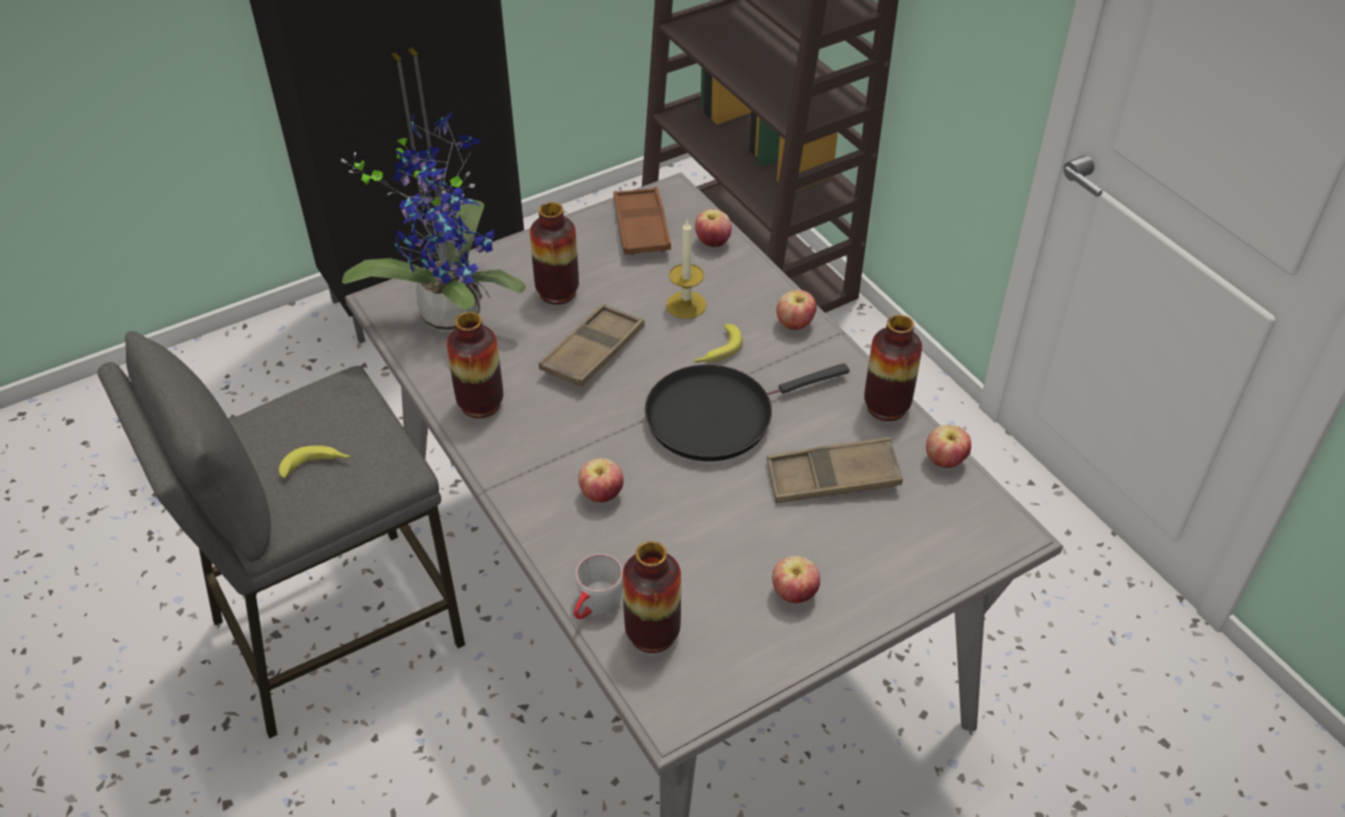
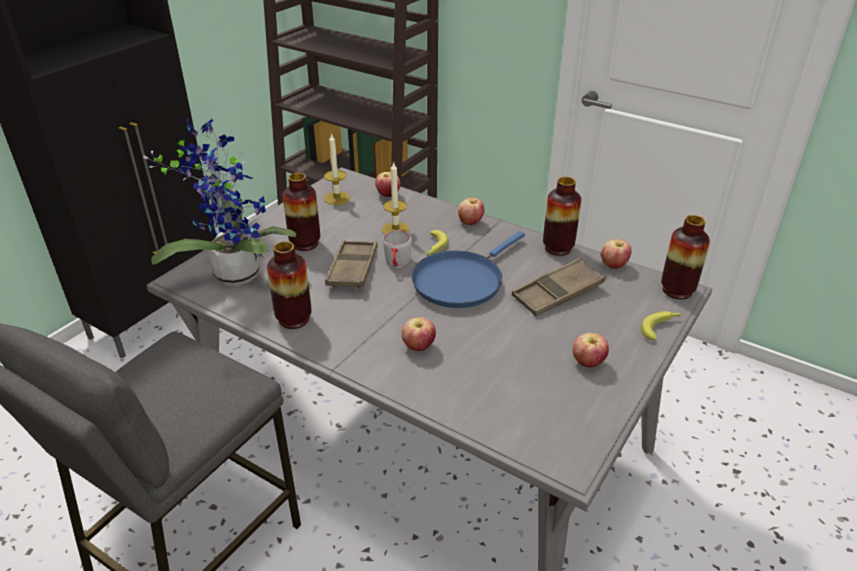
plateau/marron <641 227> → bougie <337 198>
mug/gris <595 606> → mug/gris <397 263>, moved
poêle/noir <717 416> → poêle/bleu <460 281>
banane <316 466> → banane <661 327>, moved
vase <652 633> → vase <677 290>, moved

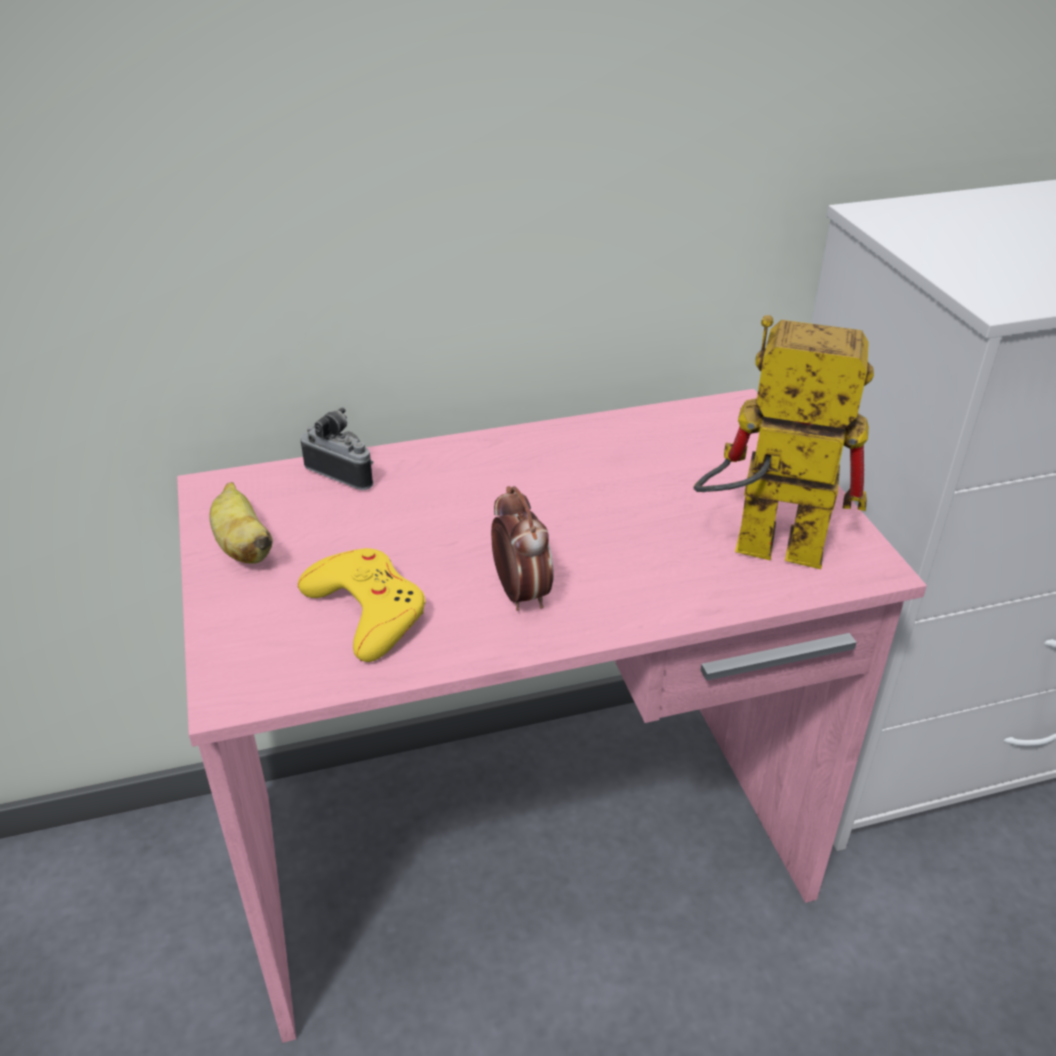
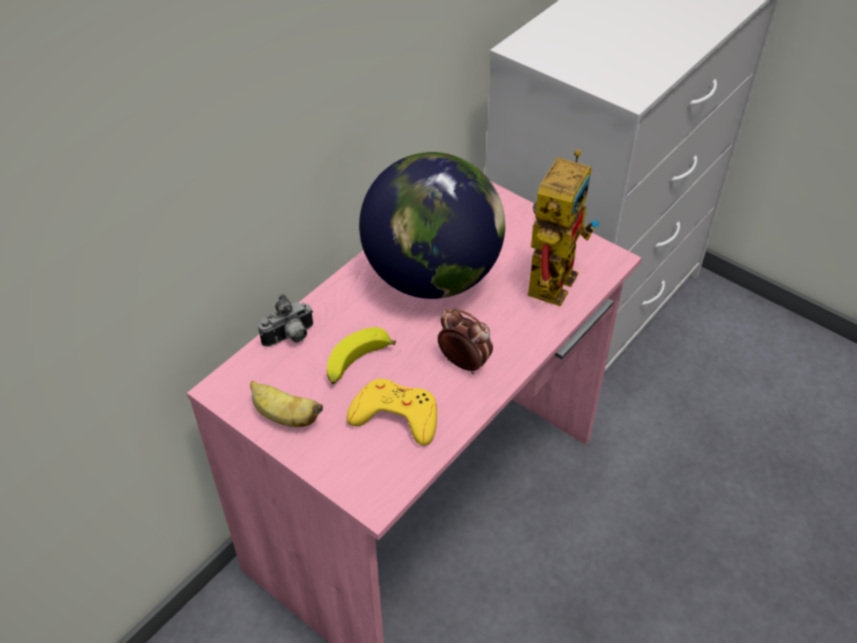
appareil photo <344 472> → appareil photo <290 338>, 150 degrees clockwise
- → banane <357 363>
- → globe <433 276>
robot jouet <757 546> → robot jouet <551 274>, 135 degrees clockwise

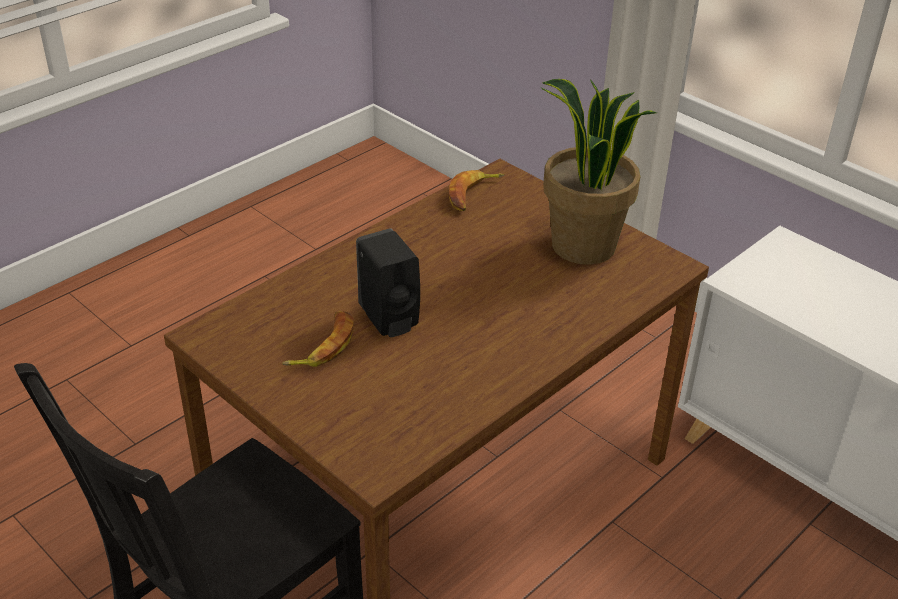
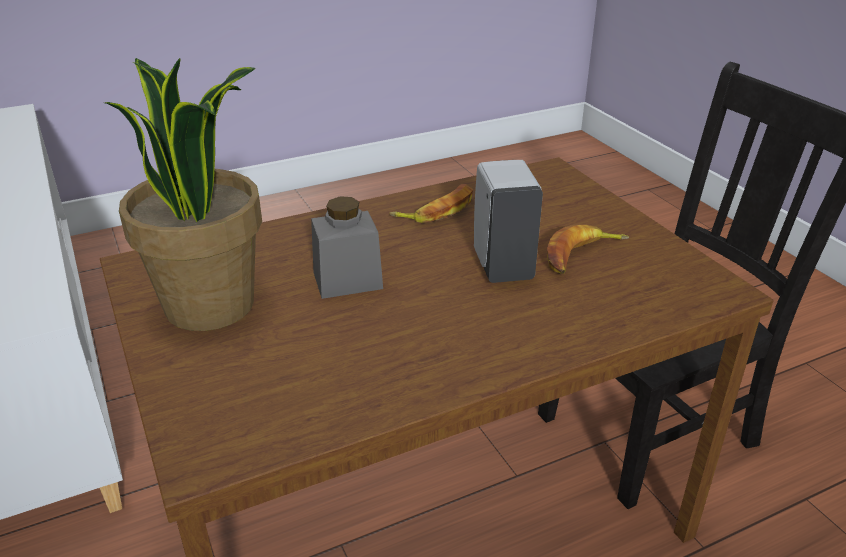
- → bocal/gris <347 280>
banane <473 194> → banane <437 210>, moved
distributeur de savon/noir <389 321> → distributeur de savon/blanc <502 266>

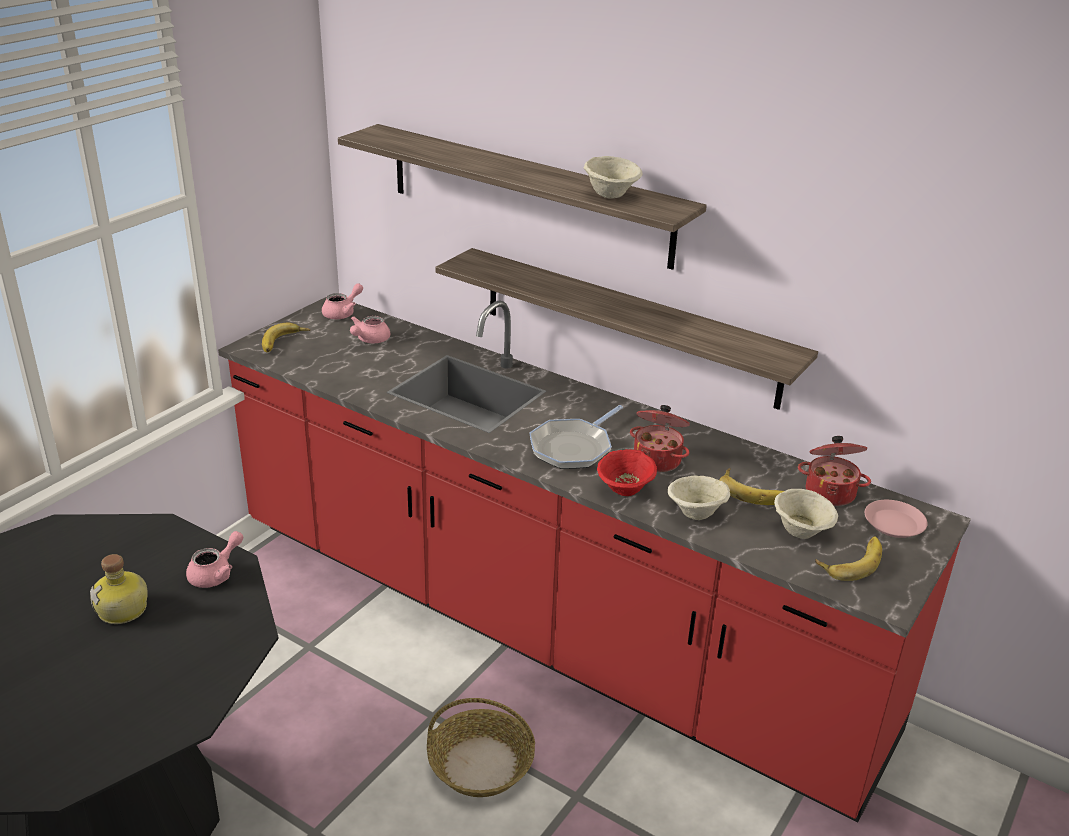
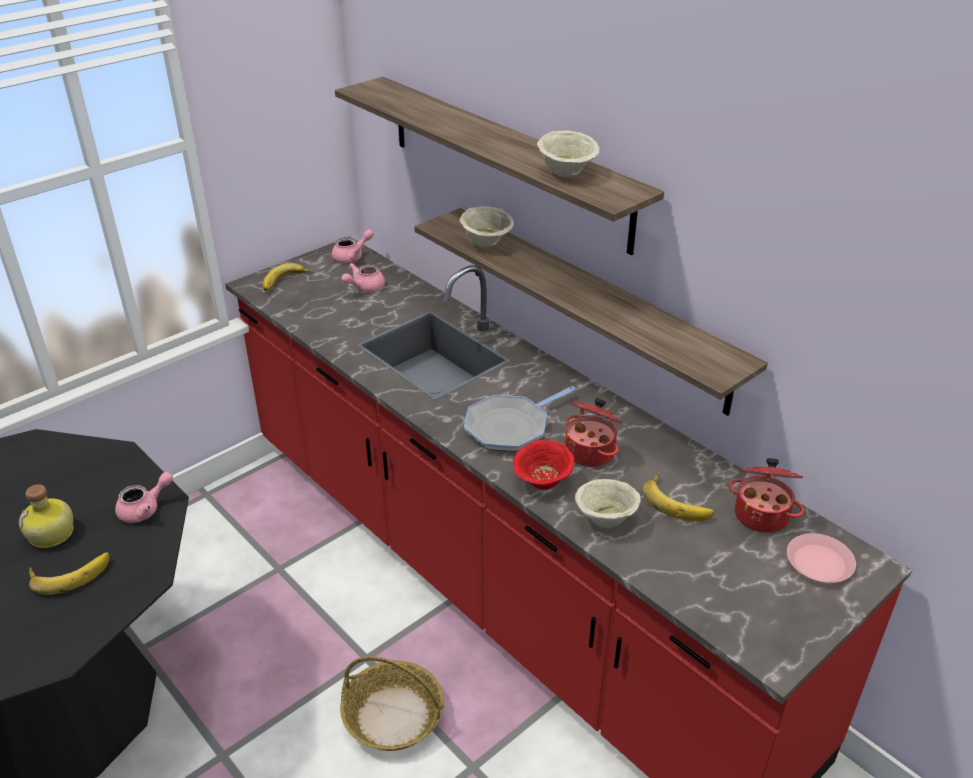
banane <850 560> → banane <70 573>, moved
bol/beige <801 531> → bol/beige <486 242>, moved

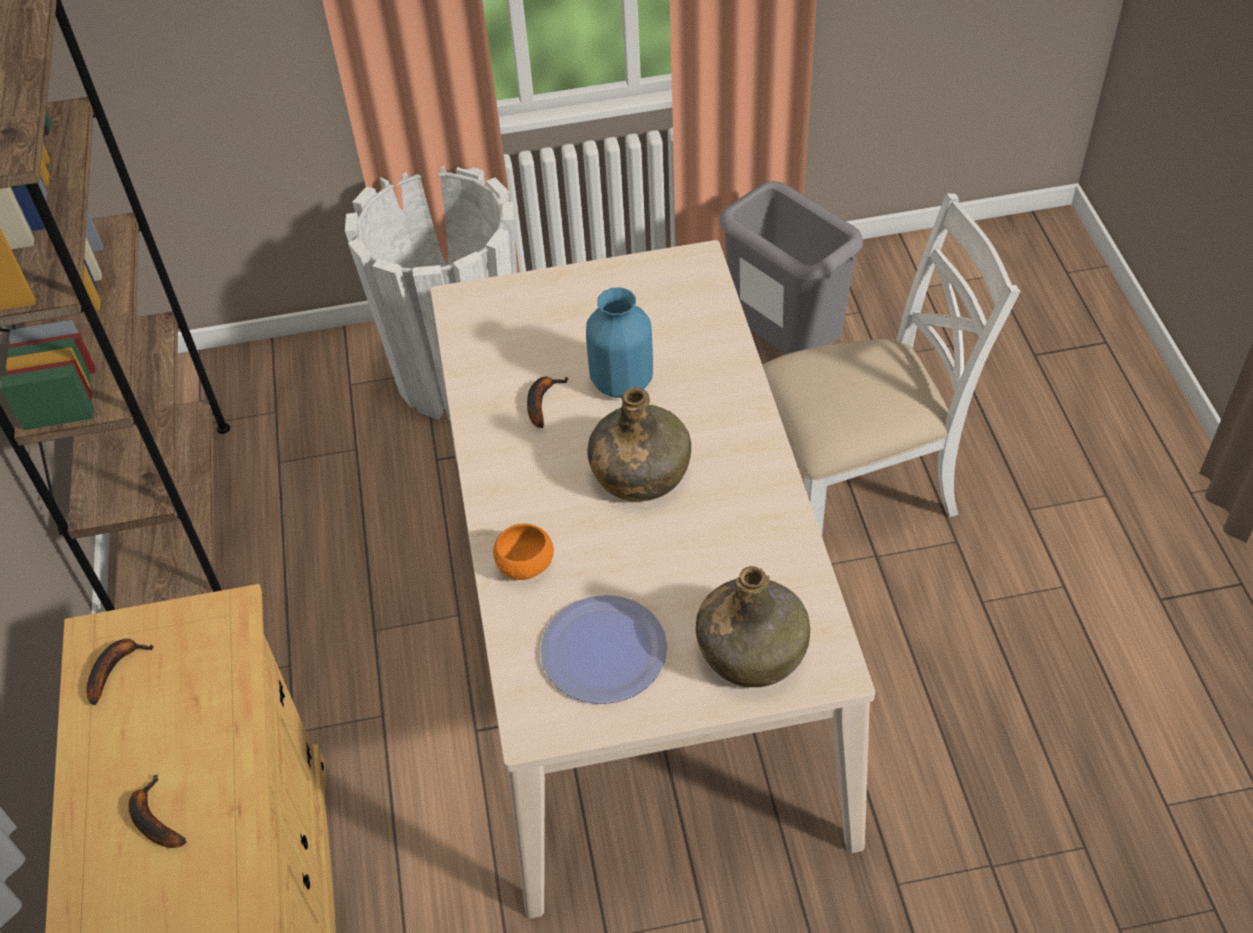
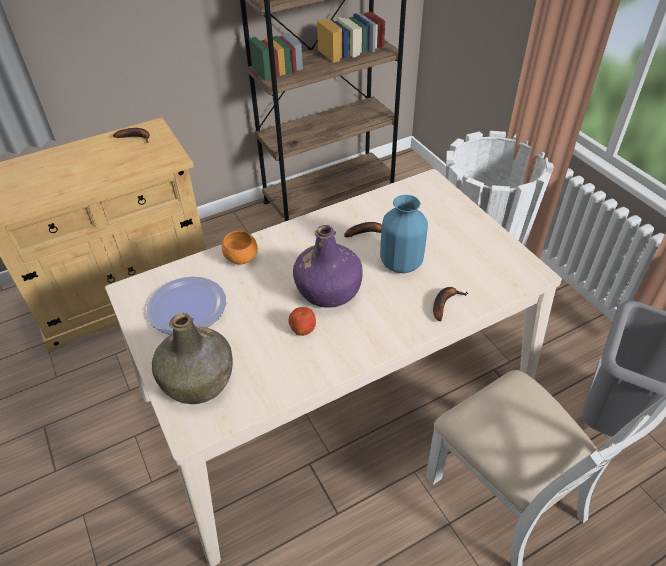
- → pomme <302 328>
bouteille/vert <640 473> → bouteille/violet <328 290>
banane <153 820> → banane <444 303>, moved

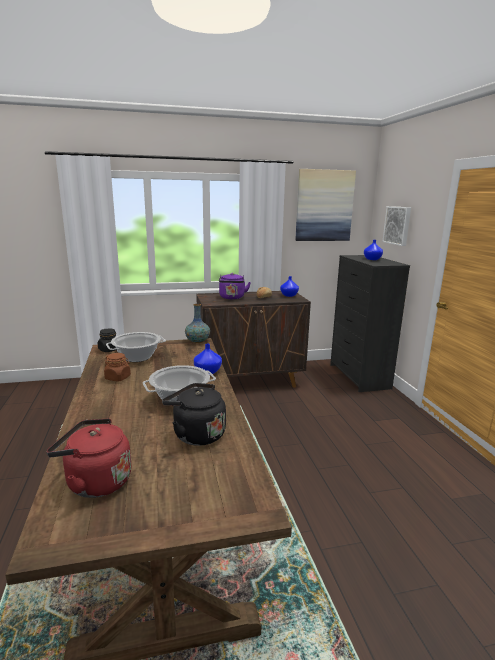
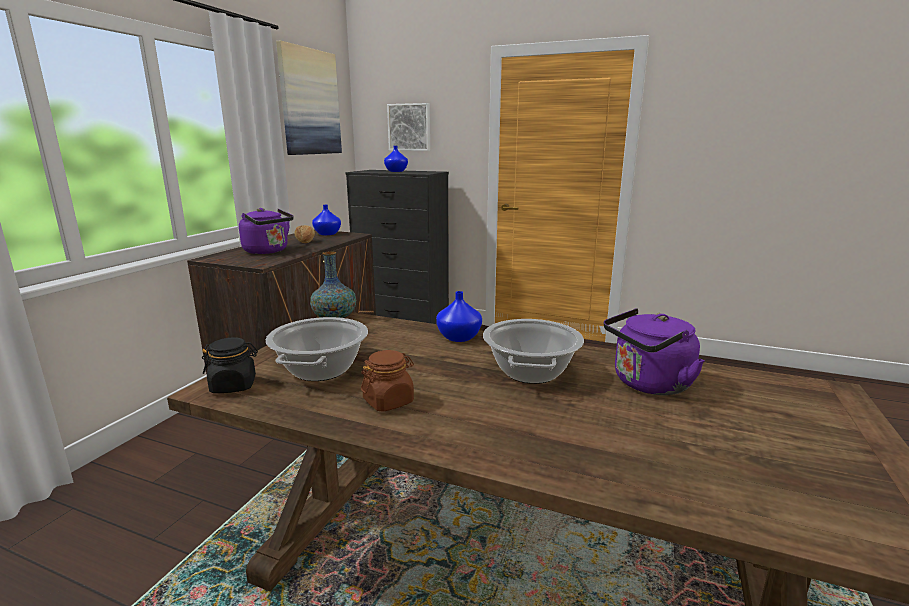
bouilloire/noir <196 434> → bouilloire/violet <648 384>
bouilloire/rouge <95 482> → -

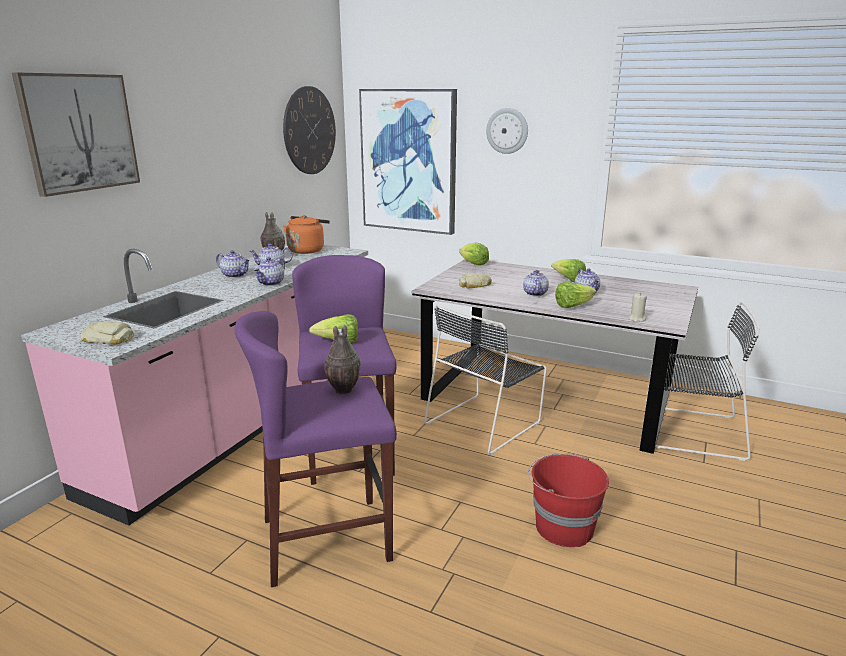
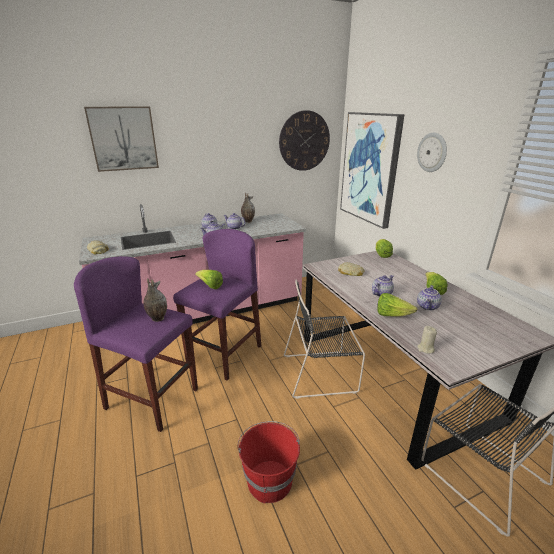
bouilloire/orange <307 250> → -

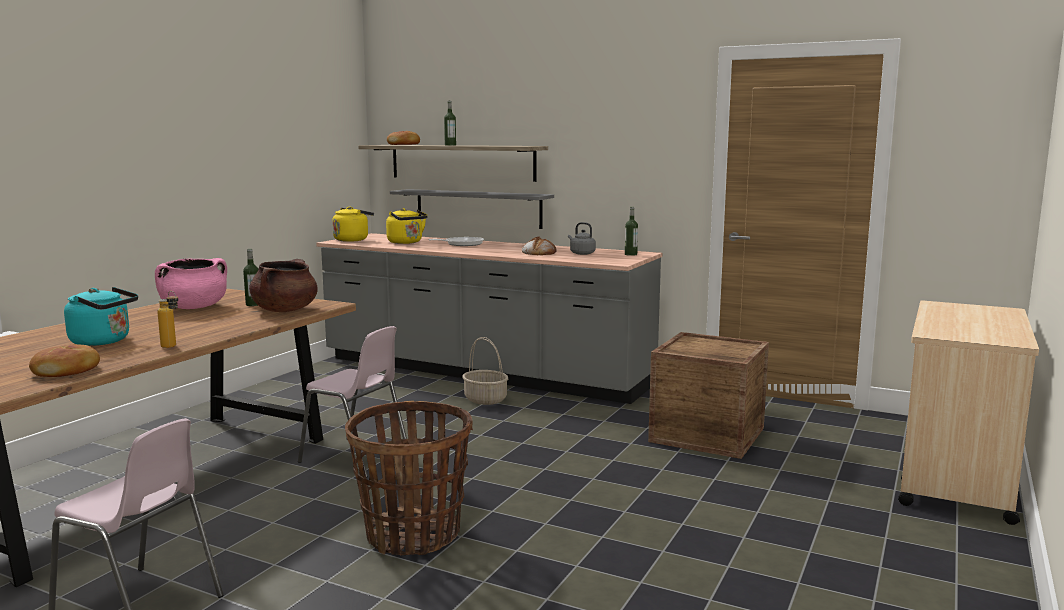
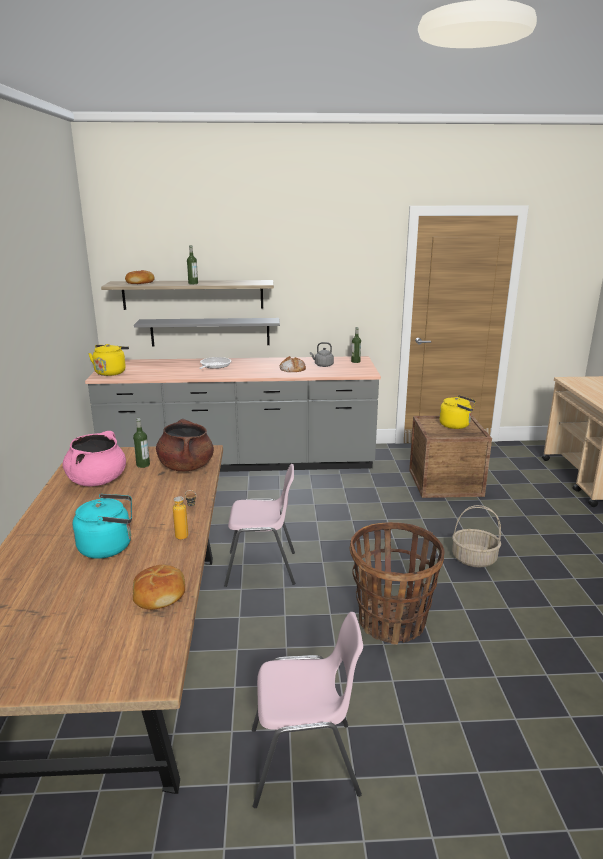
bouilloire/jaune <406 242> → bouilloire/jaune <456 425>, moved
panier <486 399> → panier <474 559>, moved

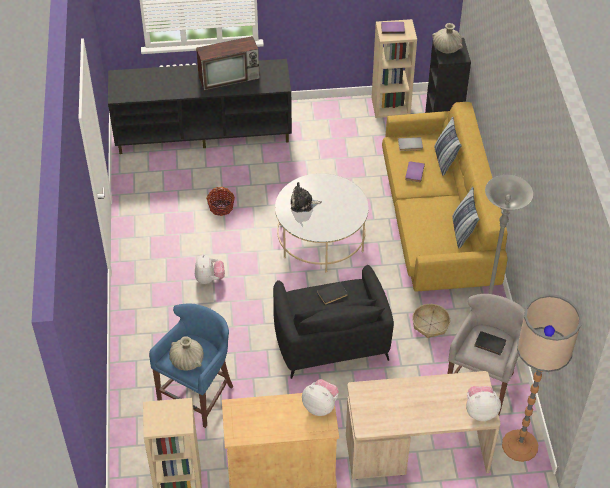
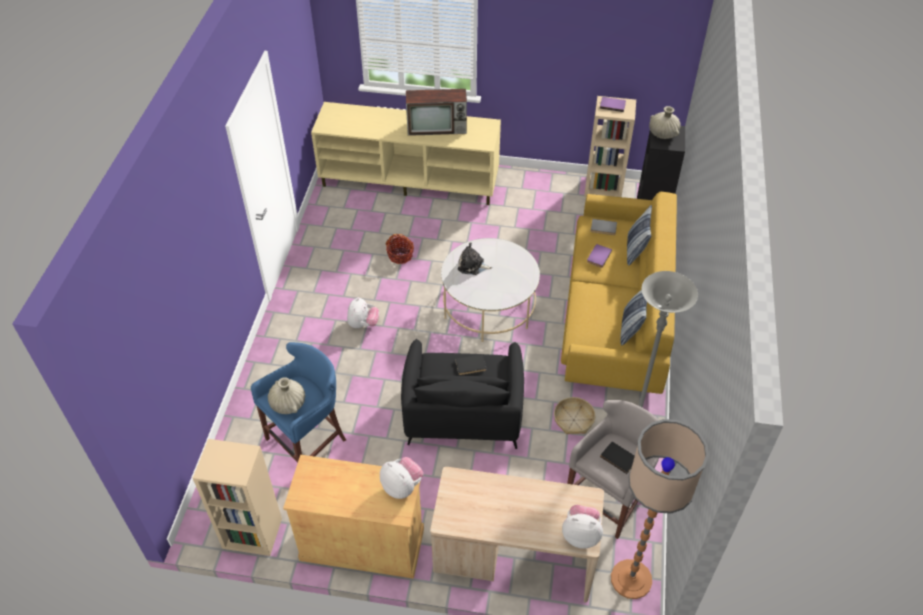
meuble télé/noir <204 132> → meuble télé/beige <410 180>

